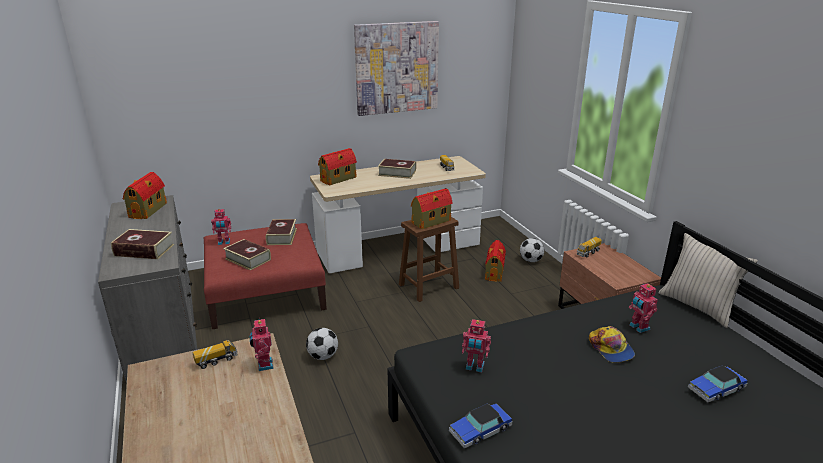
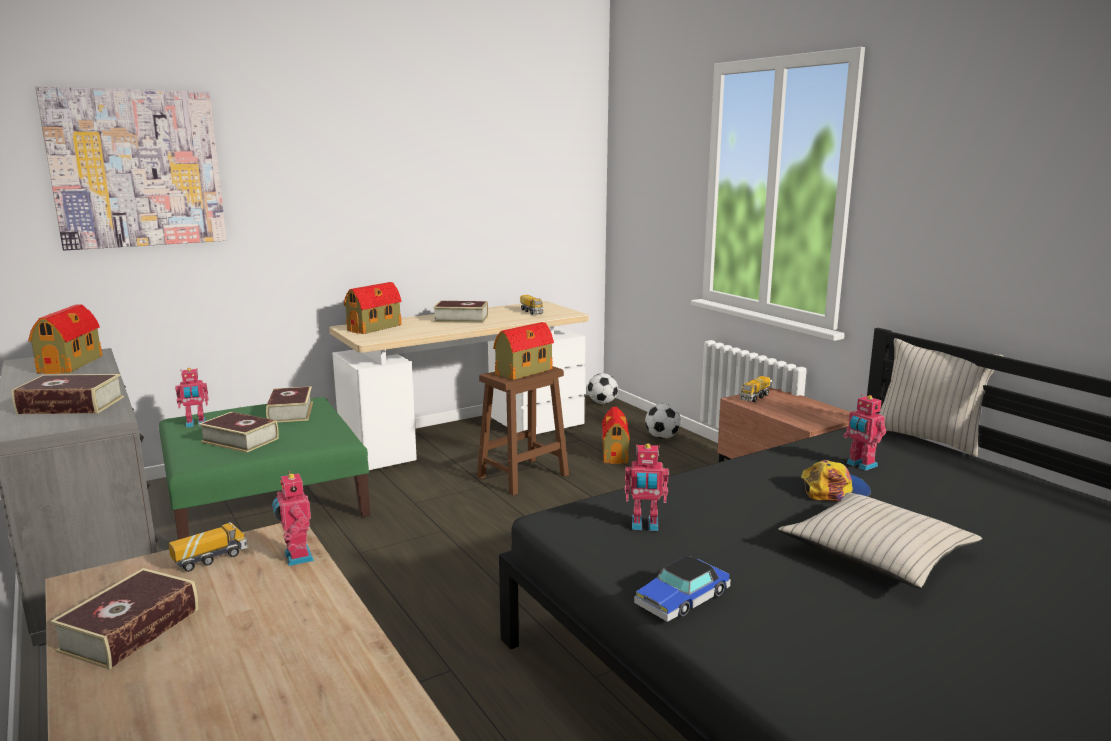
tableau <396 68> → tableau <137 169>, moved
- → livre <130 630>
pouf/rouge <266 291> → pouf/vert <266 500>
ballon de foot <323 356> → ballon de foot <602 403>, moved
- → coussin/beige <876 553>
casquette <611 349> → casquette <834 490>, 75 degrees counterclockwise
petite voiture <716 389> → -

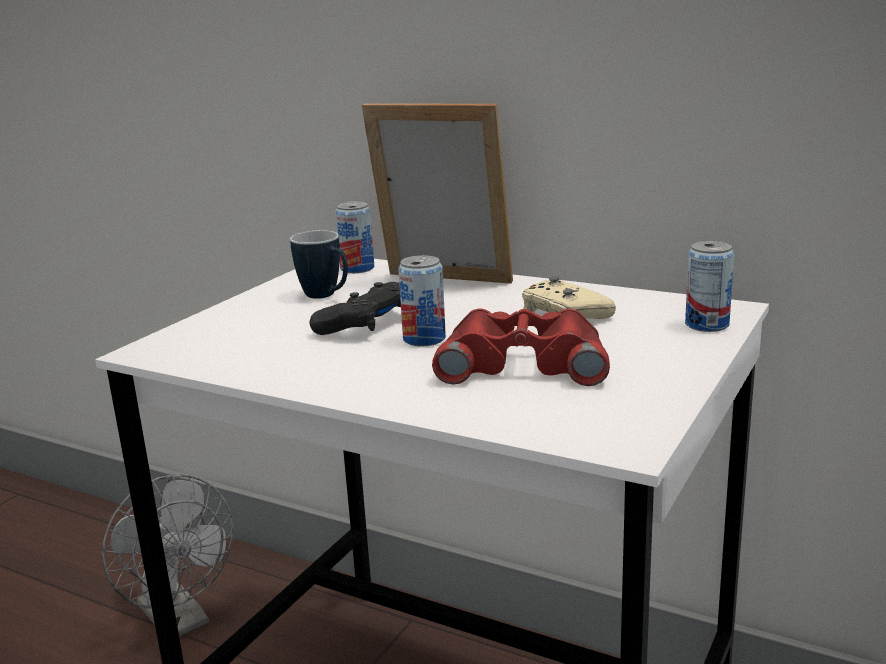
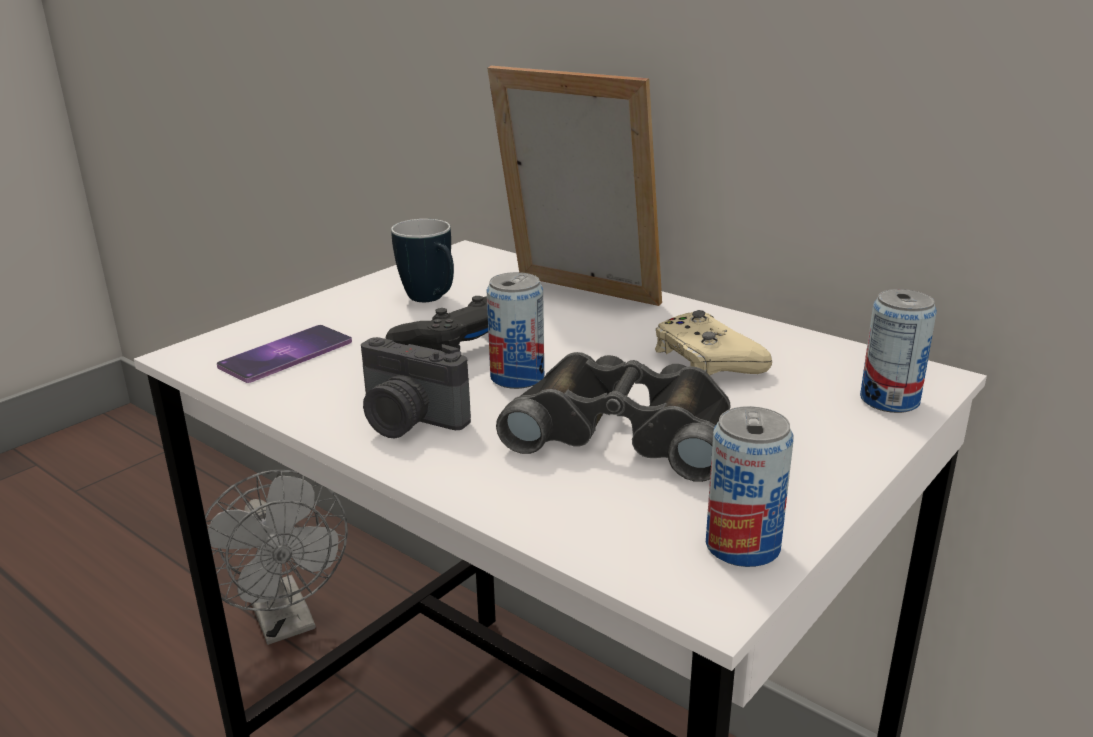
- → téléphone <286 354>
- → appareil photo <408 422>
jumelles/rouge <523 362> → jumelles/noir <624 430>
boîte métallique <357 268> → boîte métallique <742 546>, moved

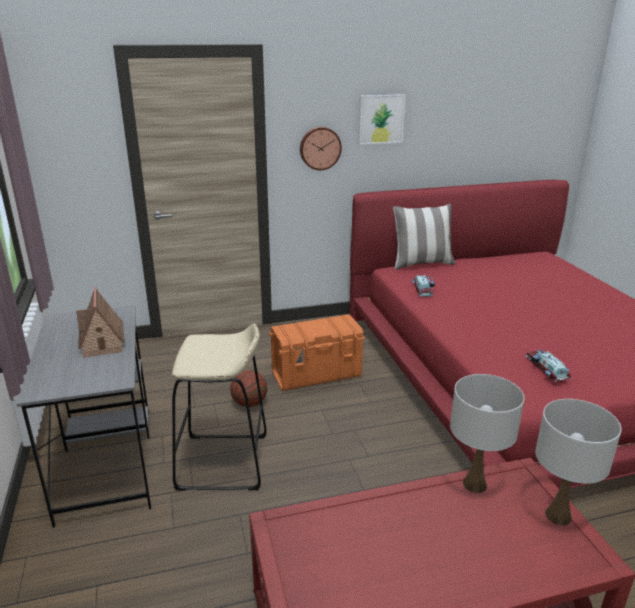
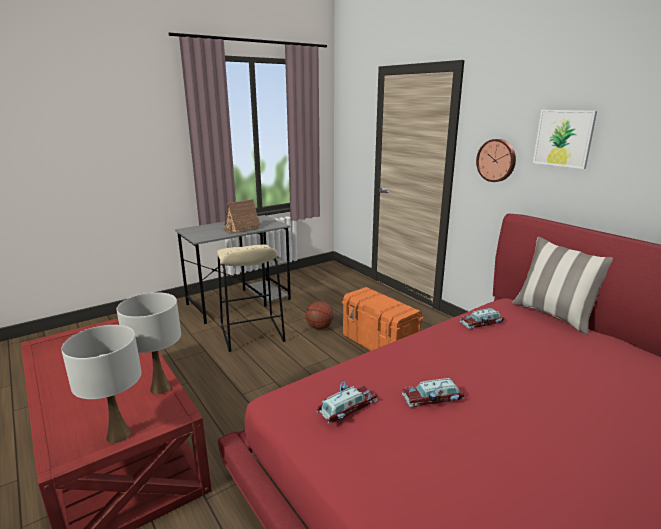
- → petite voiture <433 398>

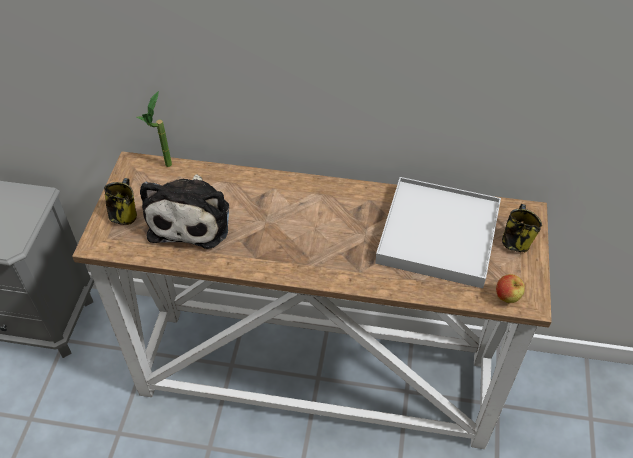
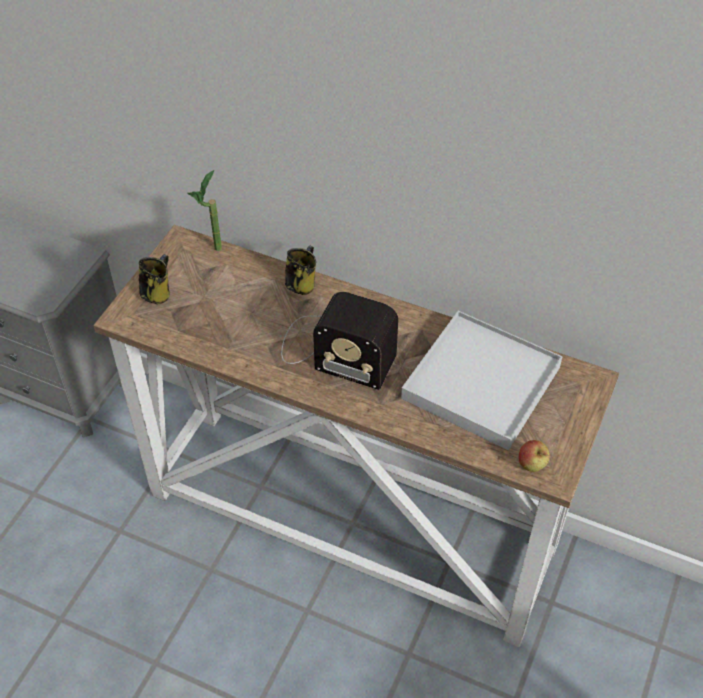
- → radio <333 350>
mug <515 241> → mug <301 284>, moved
peluche <191 218> → -

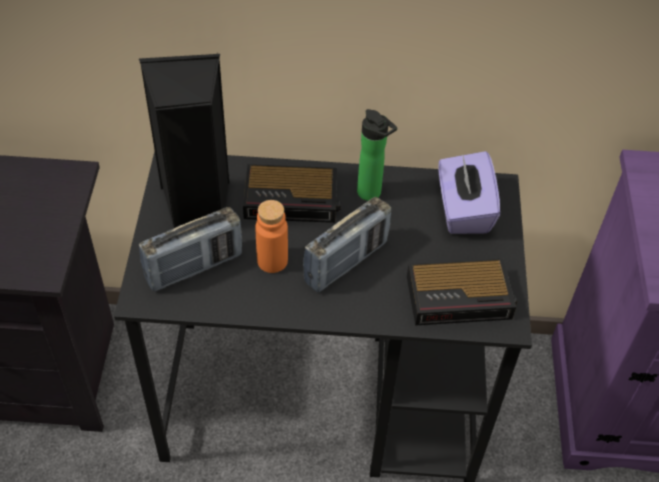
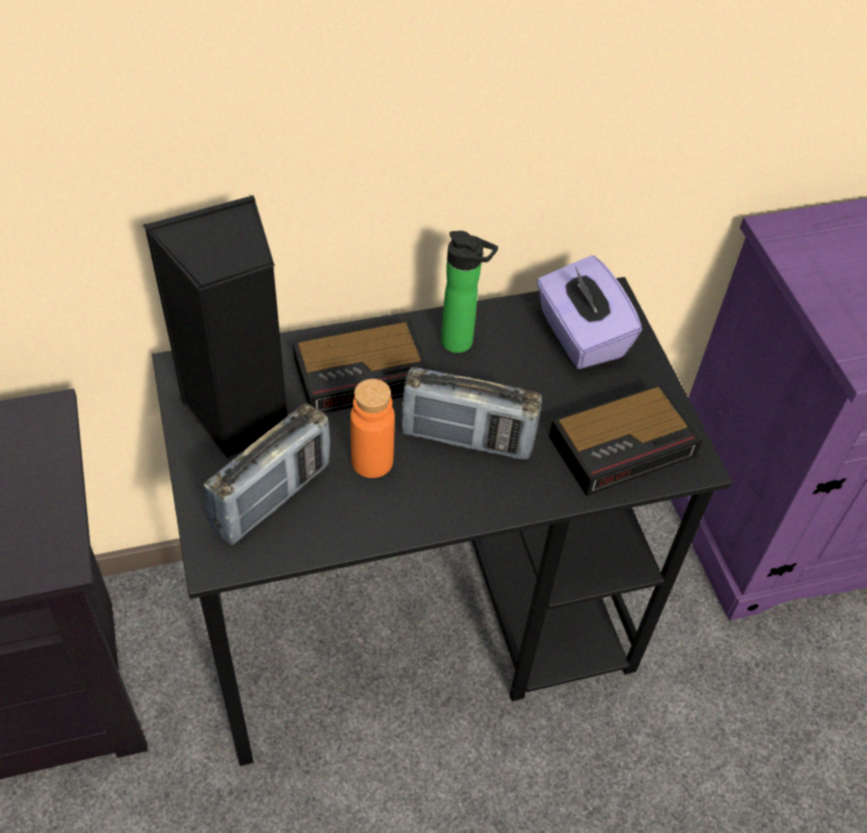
radio <346 262> → radio <467 438>, 75 degrees clockwise

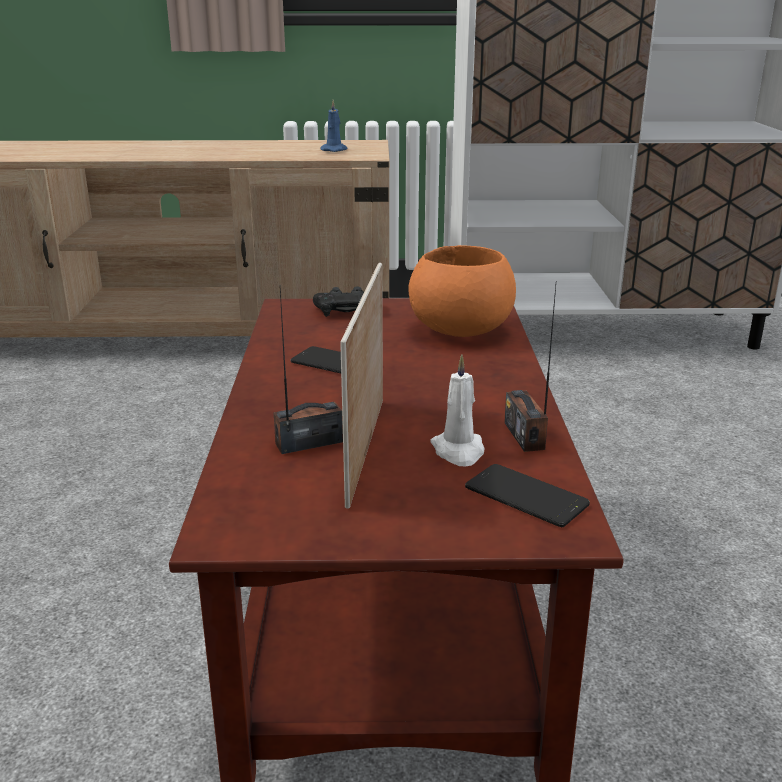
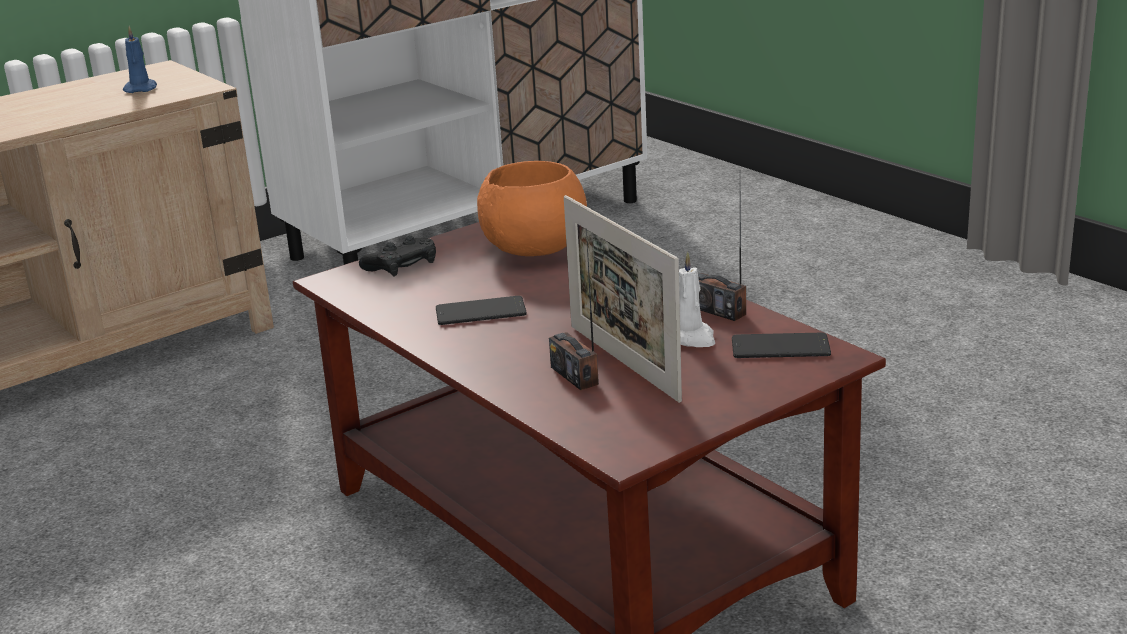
radio <309 443> → radio <574 375>, 60 degrees counterclockwise

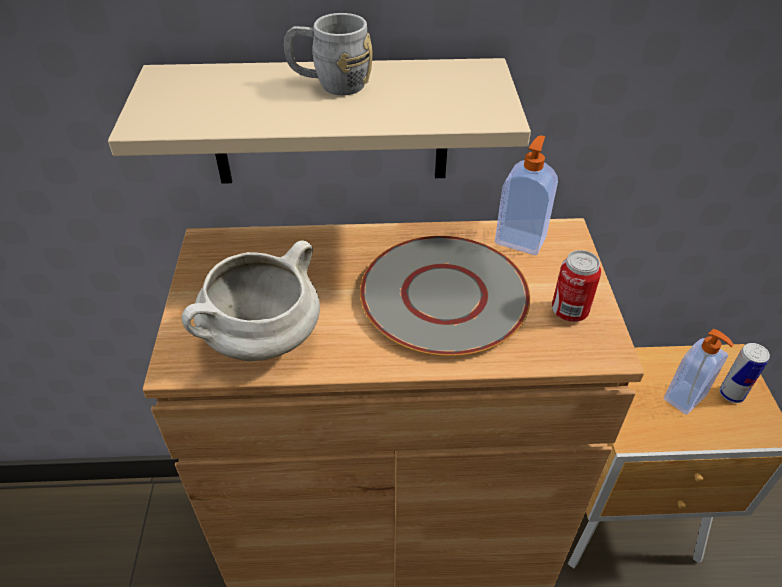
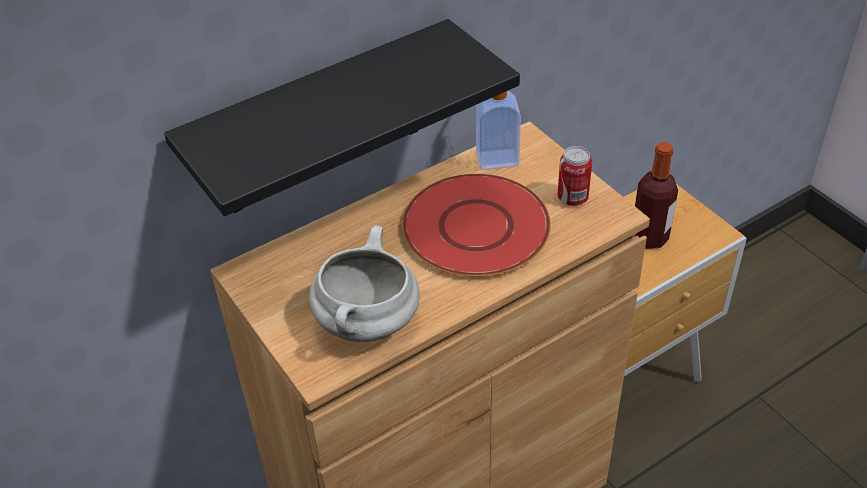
étagère/beige <330 123> → étagère/noir <321 122>
assiette/gris <443 295> → assiette/rouge <474 227>
distributeur de savon <686 398> → bouteille <649 238>
mug/gris <330 83> → -
boîte métallique <731 394> → -

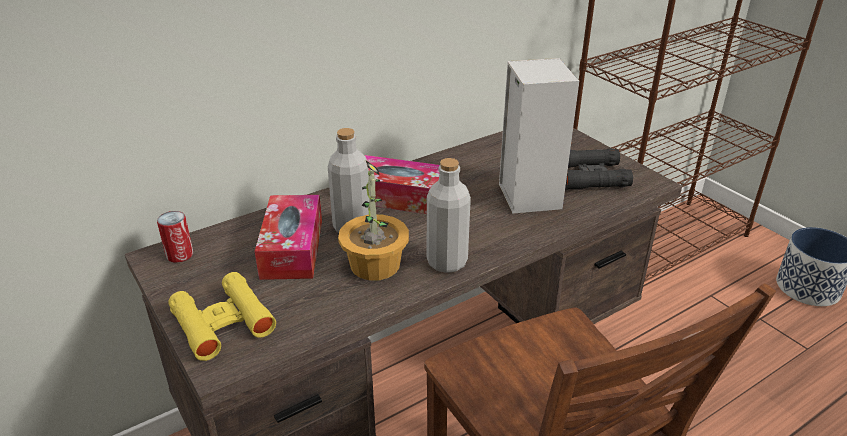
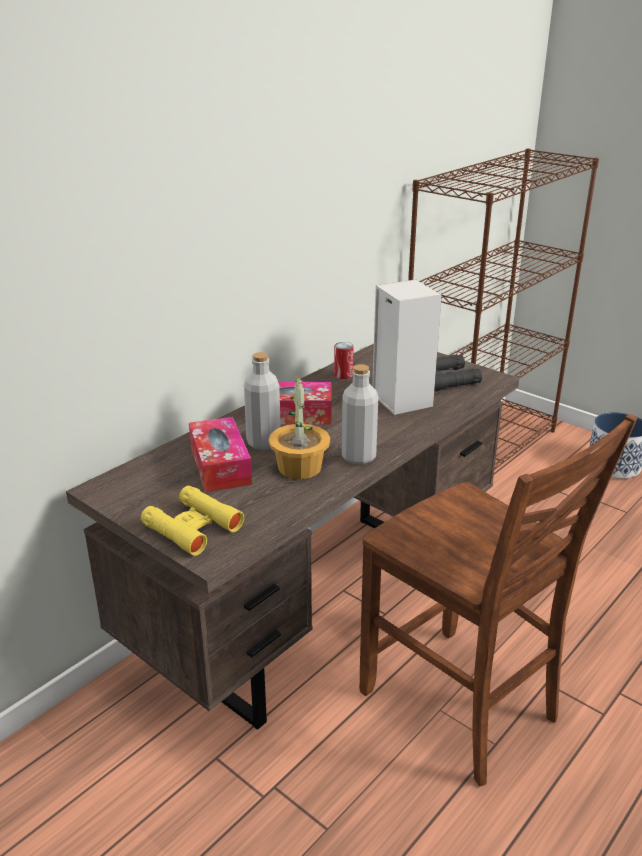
boîte métallique <179 255> → boîte métallique <343 375>, moved

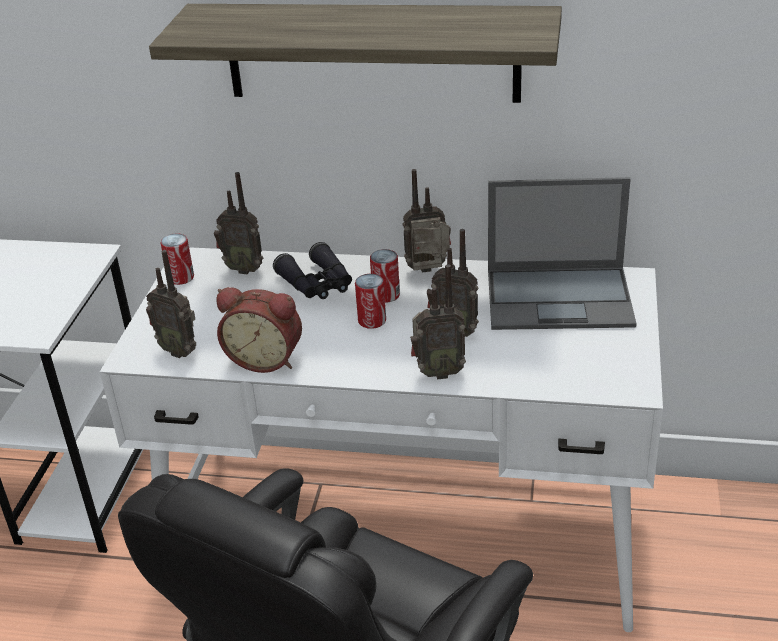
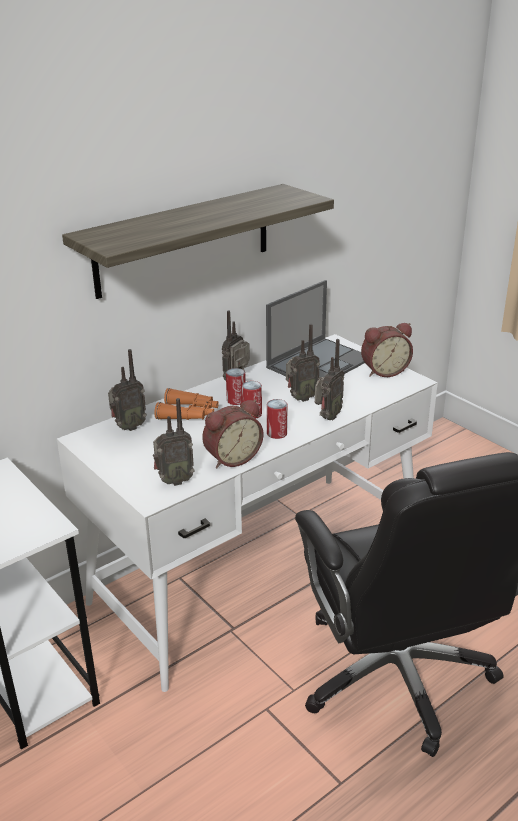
jumelles/noir <318 284> → jumelles/orange <189 413>
boîte métallique <181 278> → boîte métallique <277 433>, moved
- → réveil <384 371>

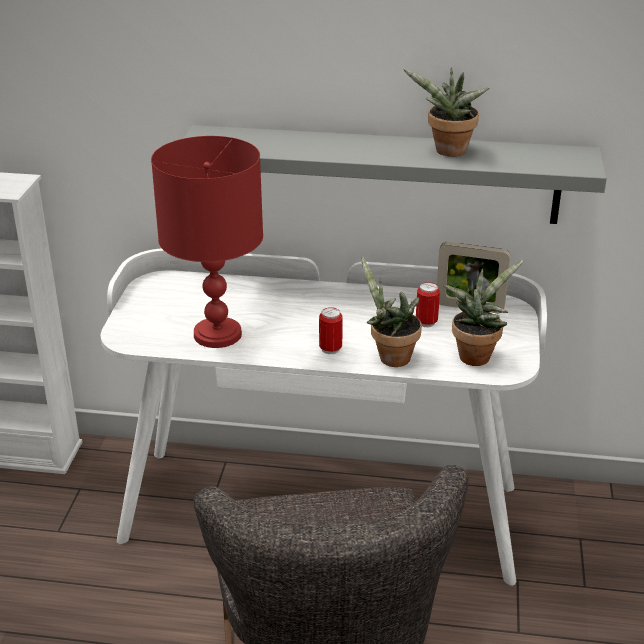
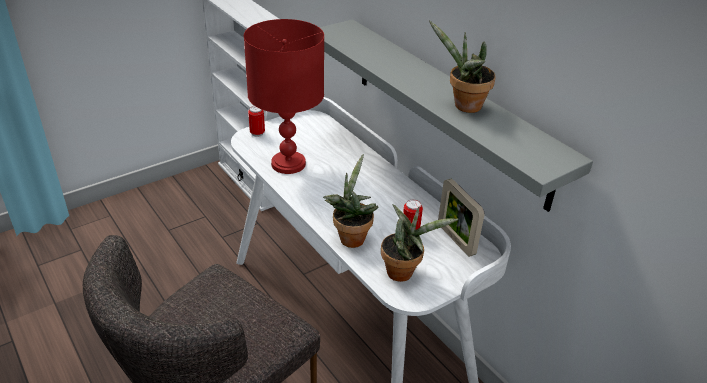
boîte métallique <330 349> → boîte métallique <257 133>, moved

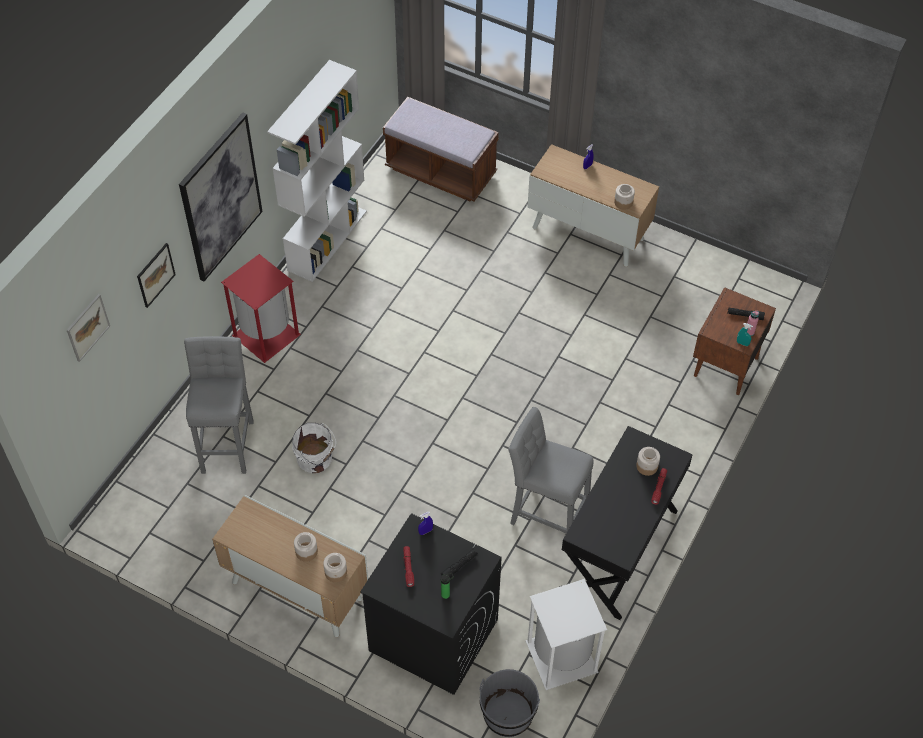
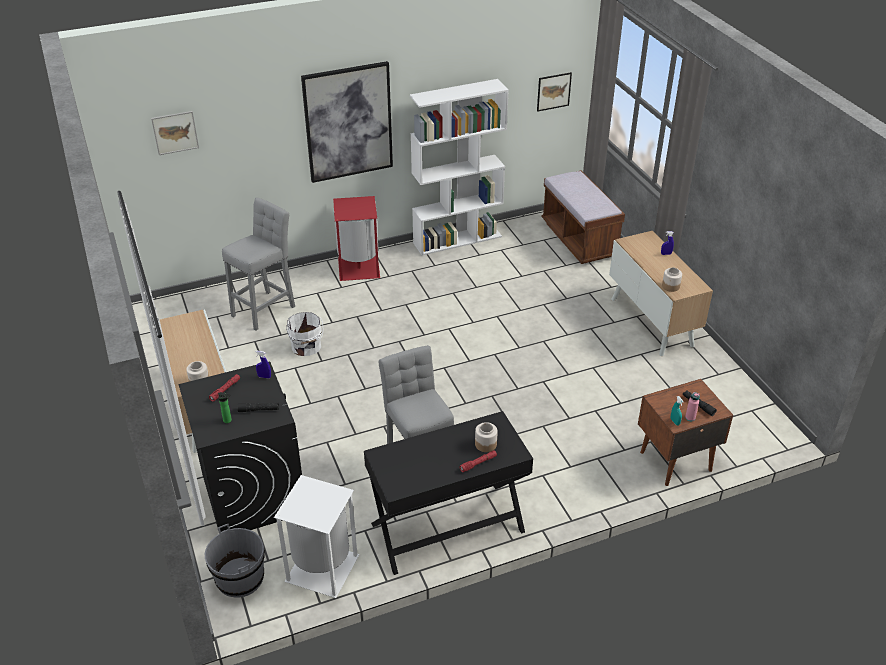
tableau <155 275> → tableau <553 91>, moved
bocal <306 551> → -

